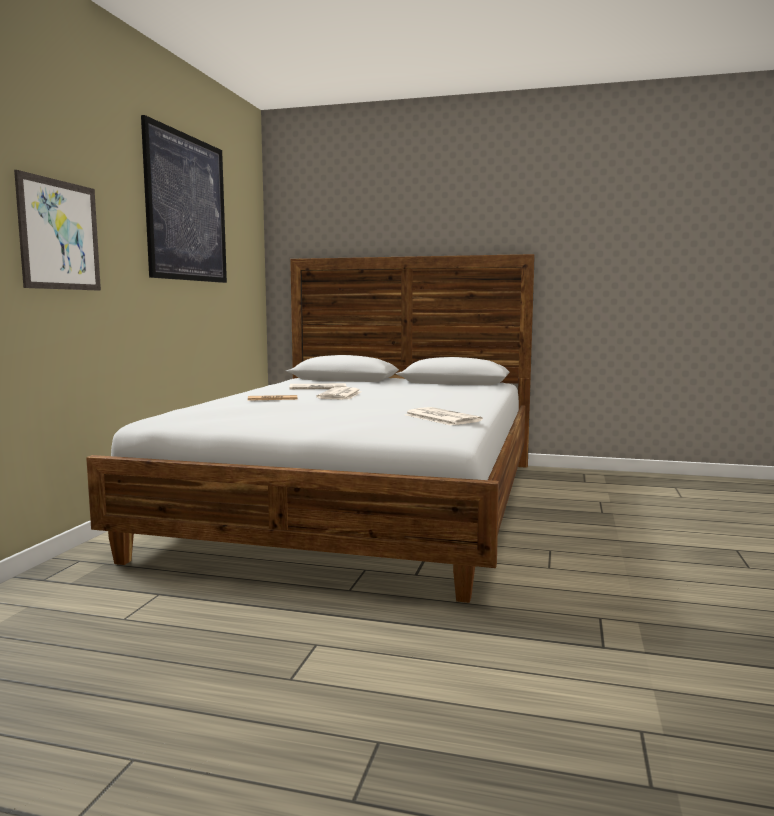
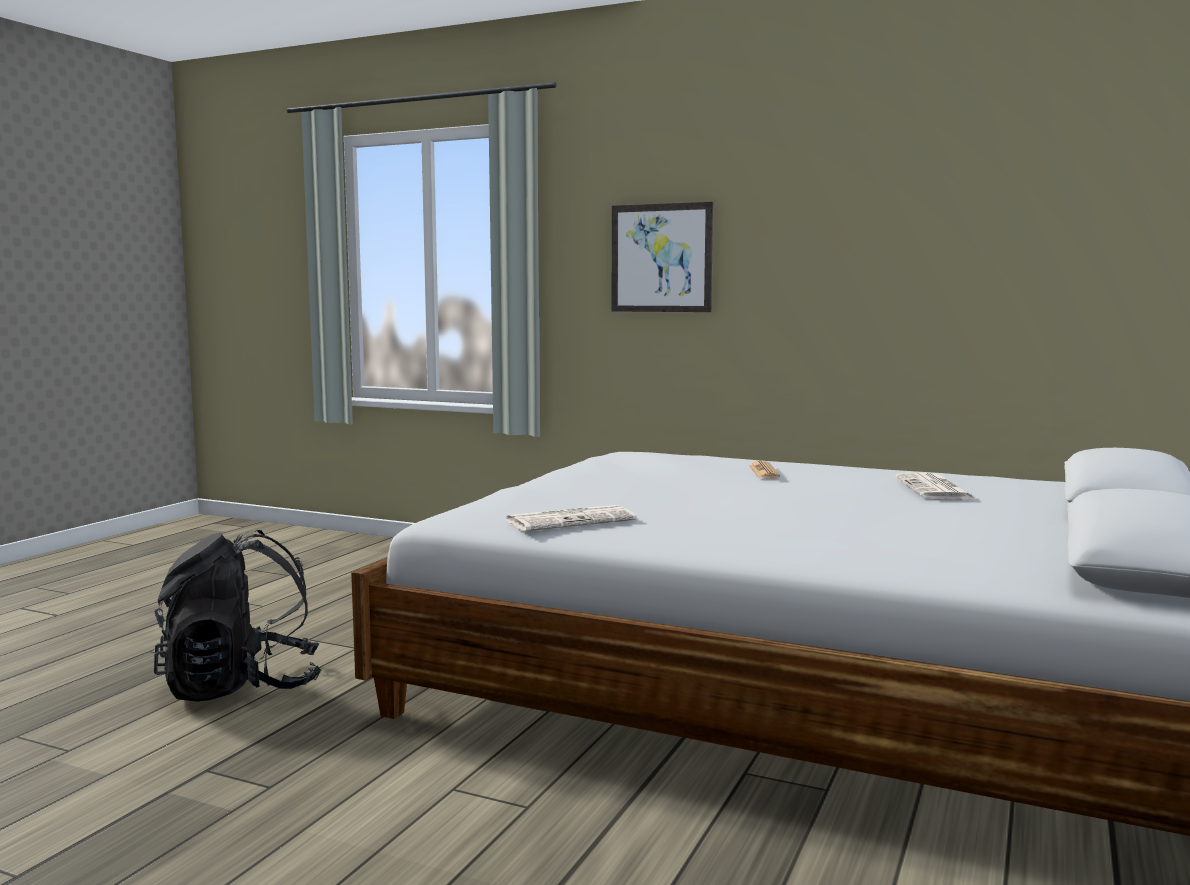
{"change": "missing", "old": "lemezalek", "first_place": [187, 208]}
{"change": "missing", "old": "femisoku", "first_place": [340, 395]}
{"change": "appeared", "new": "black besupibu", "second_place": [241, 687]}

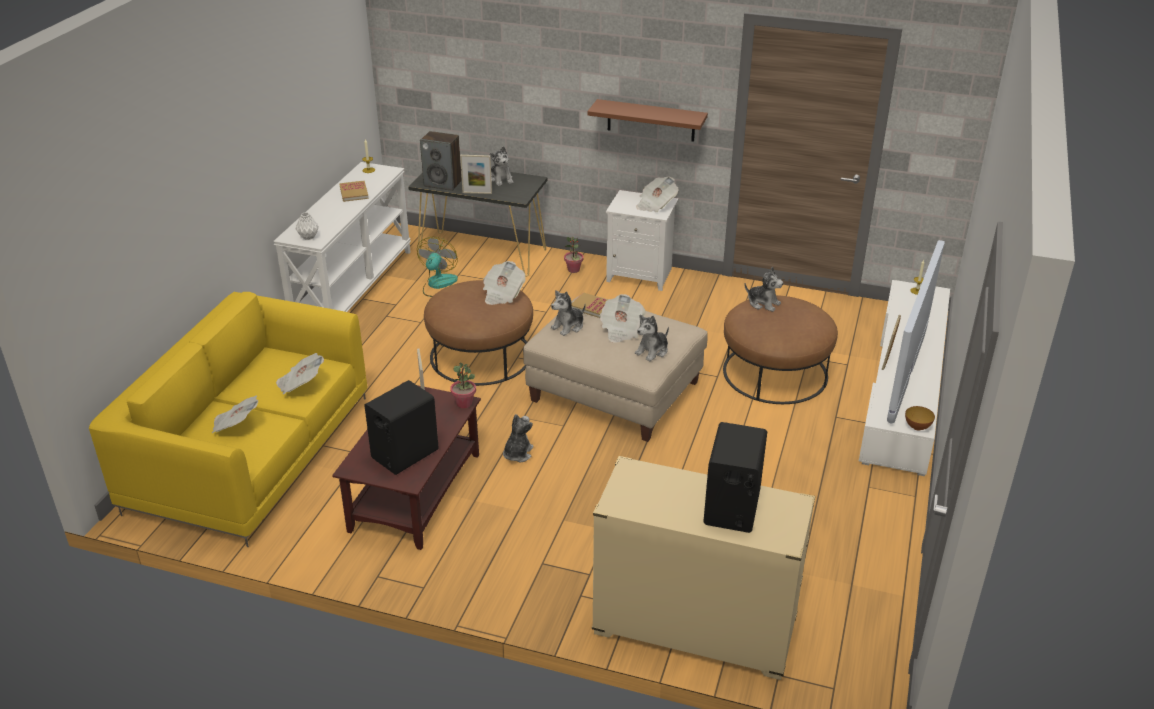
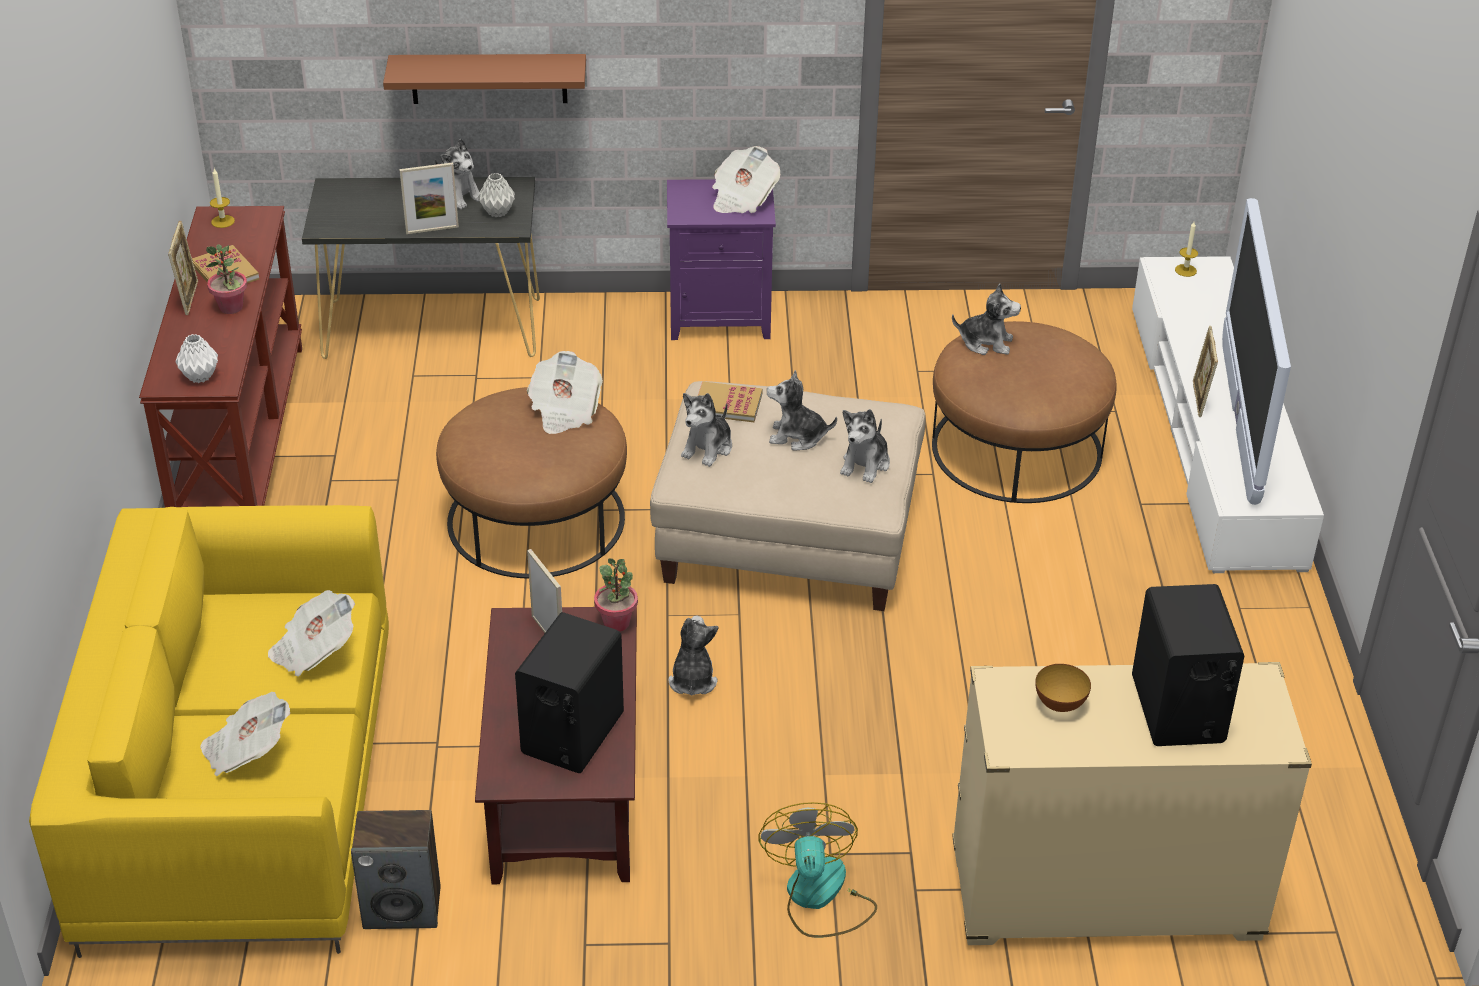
{"change": "appeared", "new": "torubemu", "second_place": [189, 298]}
{"change": "appeared", "new": "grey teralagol", "second_place": [497, 212]}
{"change": "relocated", "old": "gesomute", "first_place": [439, 285], "second_place": [818, 897]}
{"change": "relocated", "old": "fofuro", "first_place": [443, 183], "second_place": [403, 907]}
{"change": "relocated", "old": "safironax", "first_place": [573, 270], "second_place": [231, 307]}
{"change": "relocated", "old": "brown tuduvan", "first_place": [651, 120], "second_place": [489, 78]}
{"change": "relocated", "old": "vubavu", "first_place": [917, 427], "second_place": [1060, 705]}
{"change": "exchanged", "old": "femisoku", "new": "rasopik", "first_place": [621, 330], "second_place": [797, 437]}
{"change": "colour", "old": "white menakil", "new": "brown menakil", "first_place": [352, 288], "second_place": [238, 440]}
{"change": "colour", "old": "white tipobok", "new": "purple tipobok", "first_place": [641, 275], "second_place": [721, 316]}

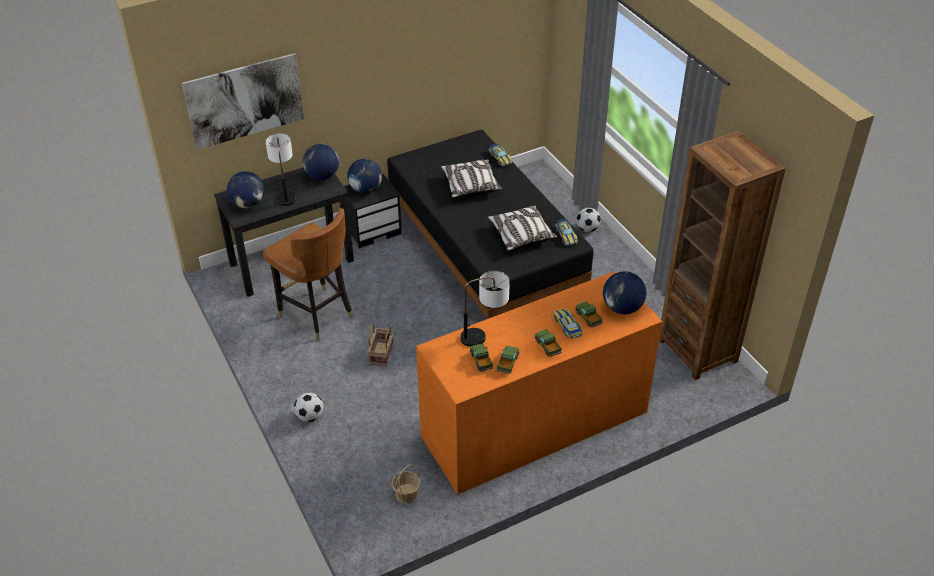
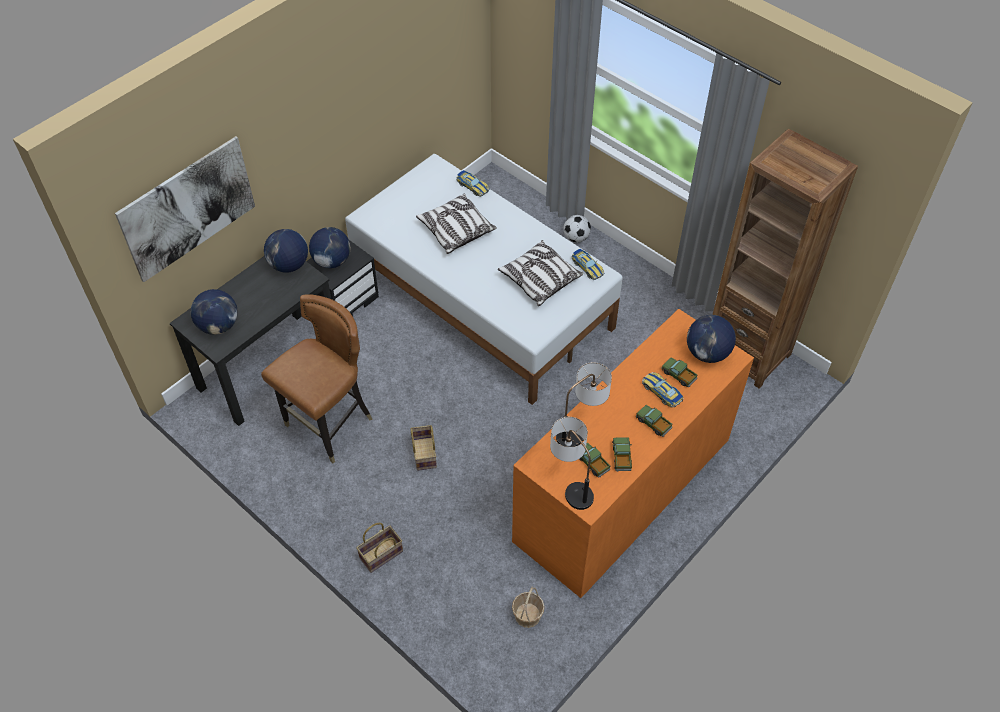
{"change": "relocated", "old": "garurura", "first_place": [285, 193], "second_place": [571, 485]}
{"change": "exchanged", "old": "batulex", "new": "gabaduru", "first_place": [310, 417], "second_place": [380, 556]}
{"change": "colour", "old": "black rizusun", "new": "white rizusun", "first_place": [485, 254], "second_place": [481, 298]}
{"change": "spun", "old": "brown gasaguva", "first_place": [317, 315], "second_place": [330, 426], "degrees": -75}

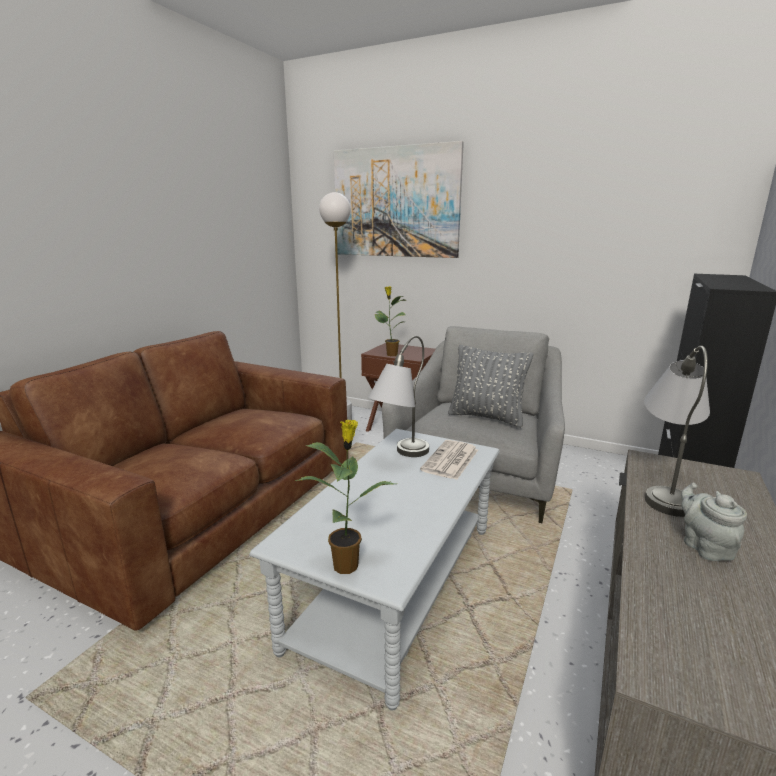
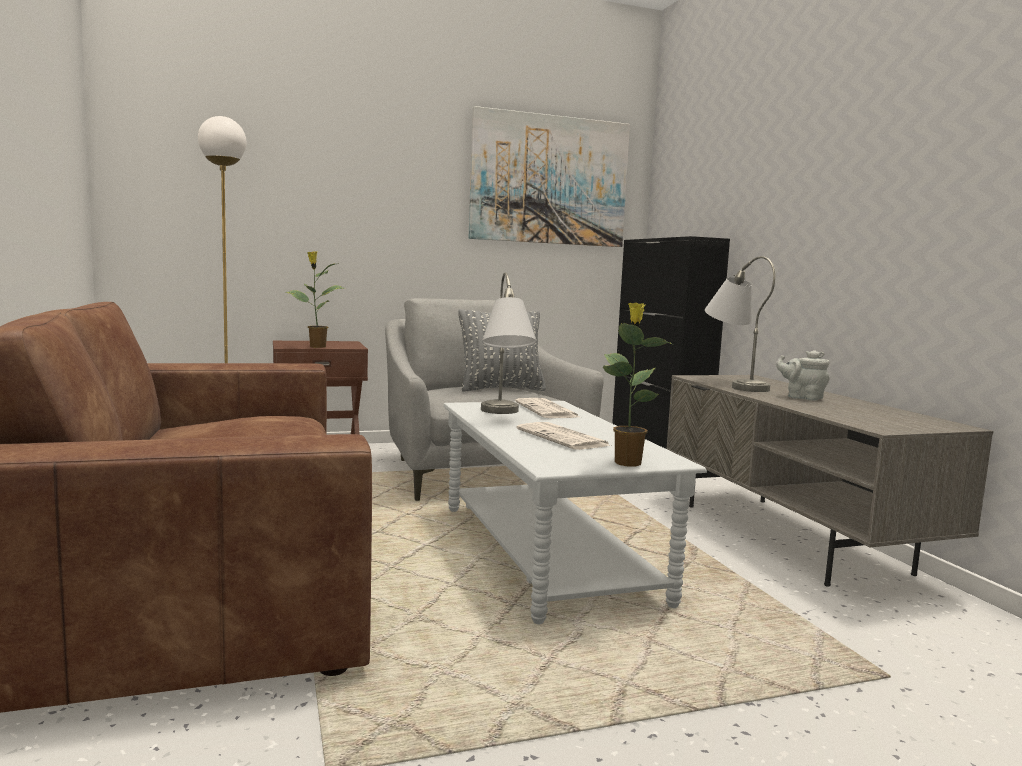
{"change": "appeared", "new": "femisoku", "second_place": [564, 438]}
{"change": "relocated", "old": "lemezalek", "first_place": [395, 203], "second_place": [549, 180]}

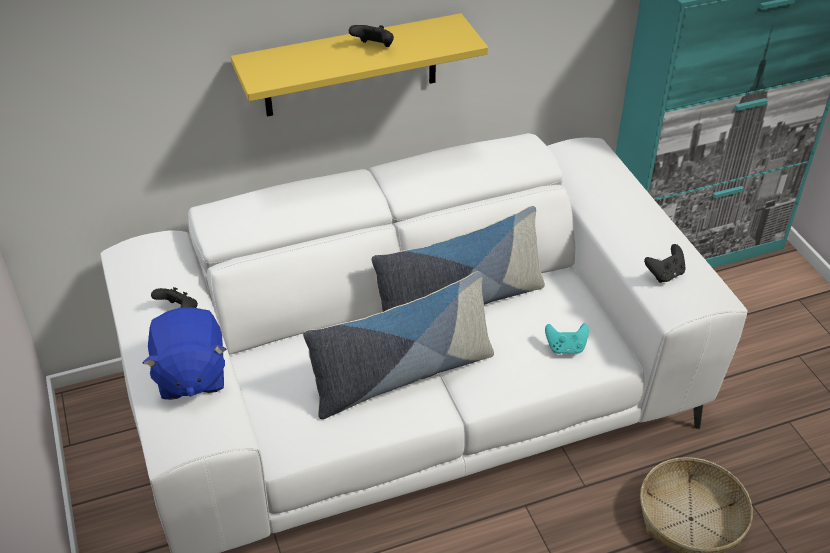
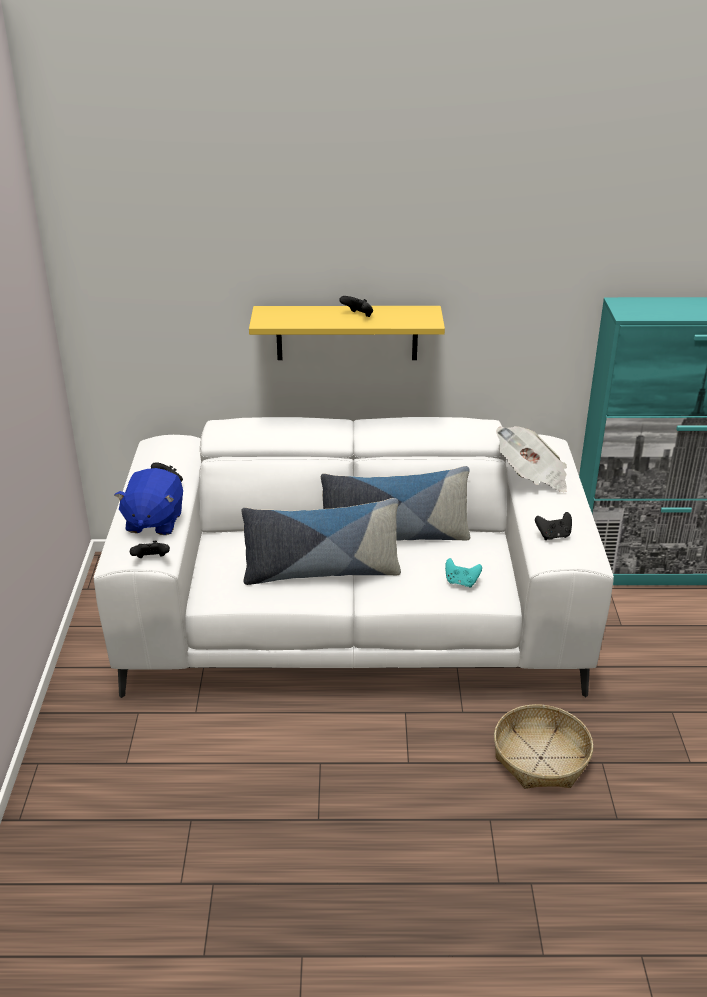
{"change": "appeared", "new": "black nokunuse", "second_place": [151, 560]}
{"change": "appeared", "new": "femisoku", "second_place": [532, 477]}

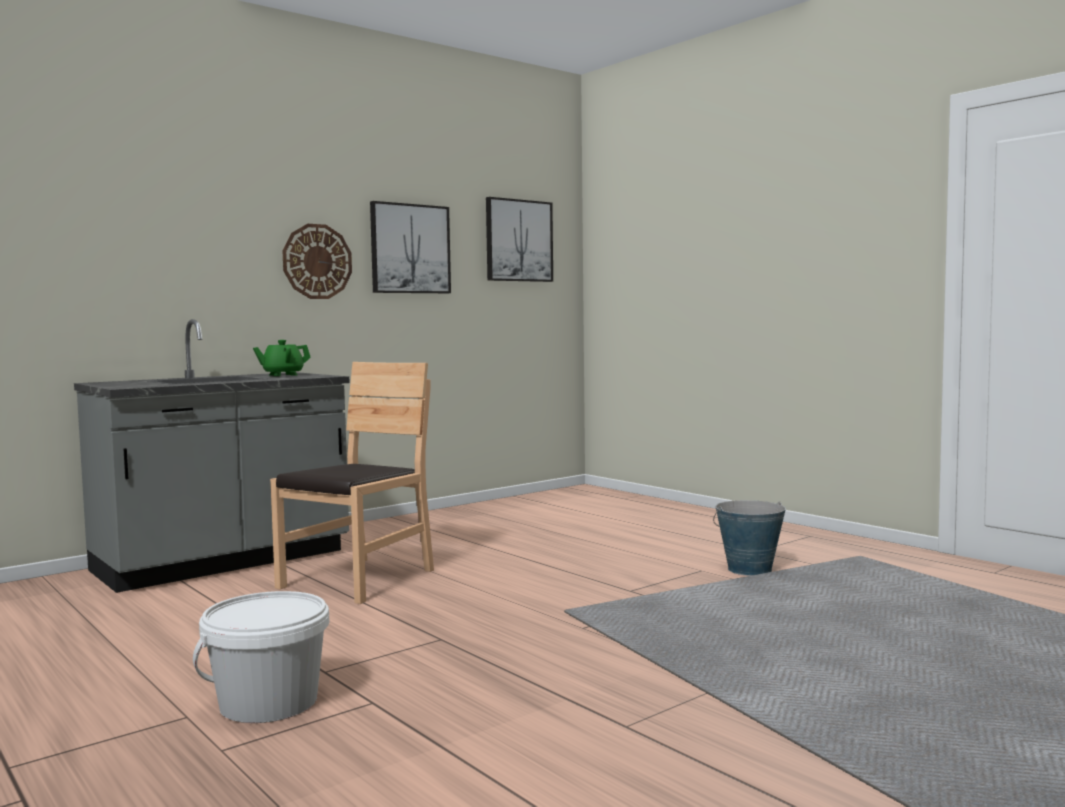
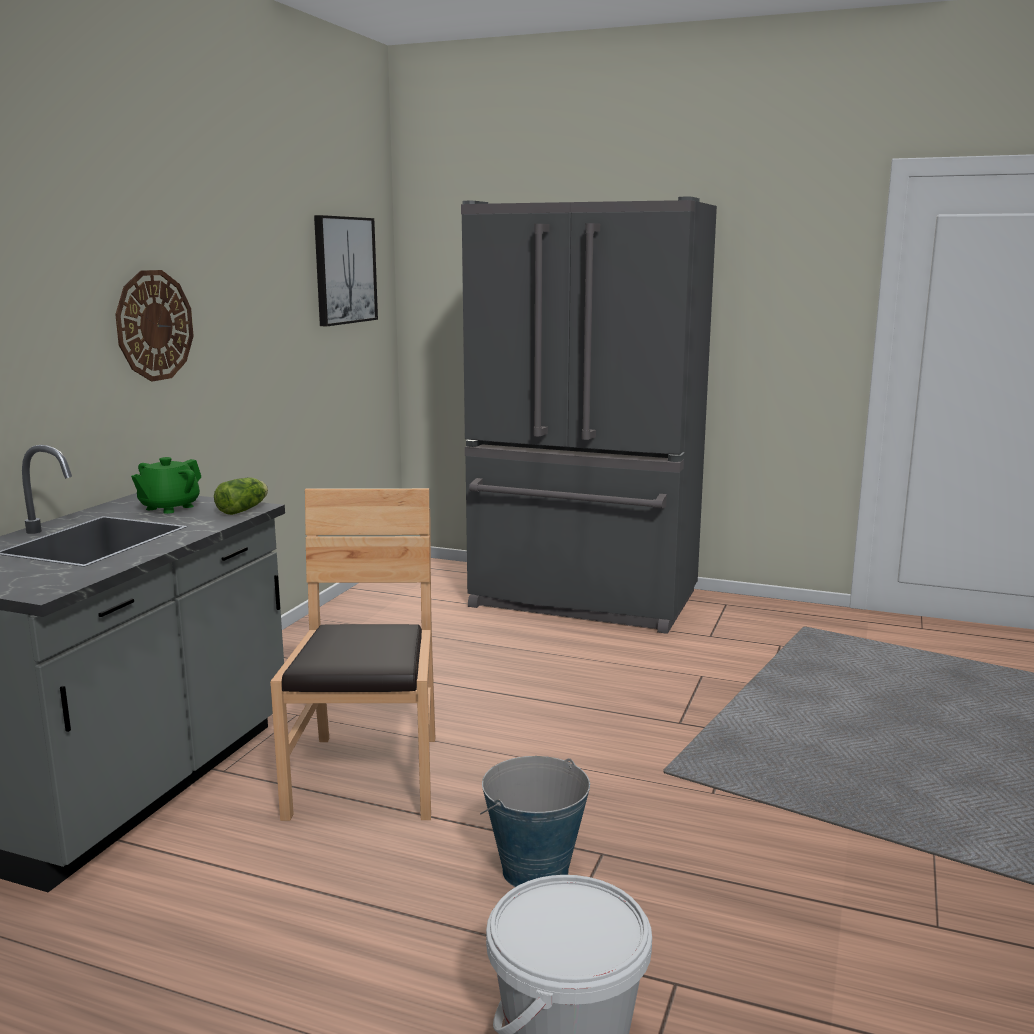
{"change": "missing", "old": "lemezalek", "first_place": [410, 249]}
{"change": "appeared", "new": "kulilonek", "second_place": [245, 509]}
{"change": "appeared", "new": "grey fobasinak", "second_place": [583, 601]}
{"change": "relocated", "old": "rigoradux", "first_place": [749, 569], "second_place": [534, 871]}

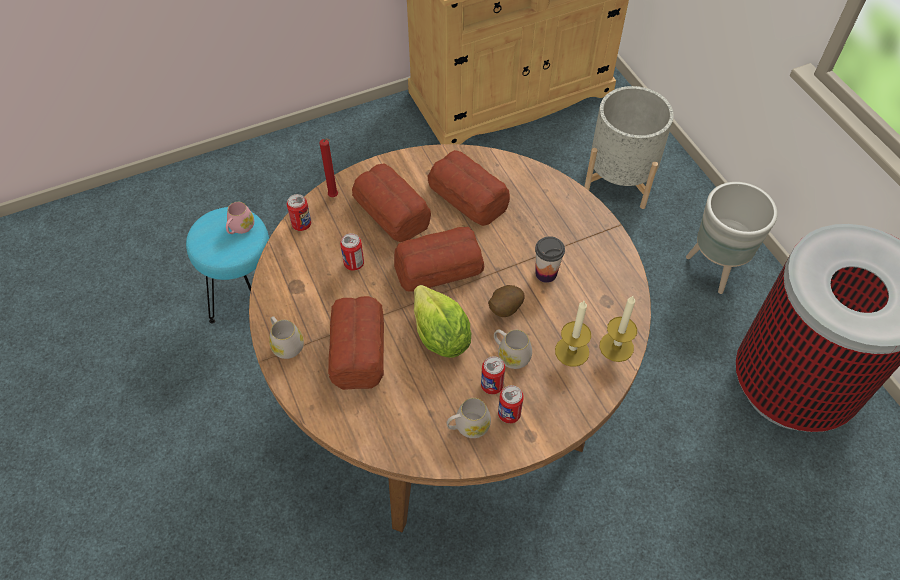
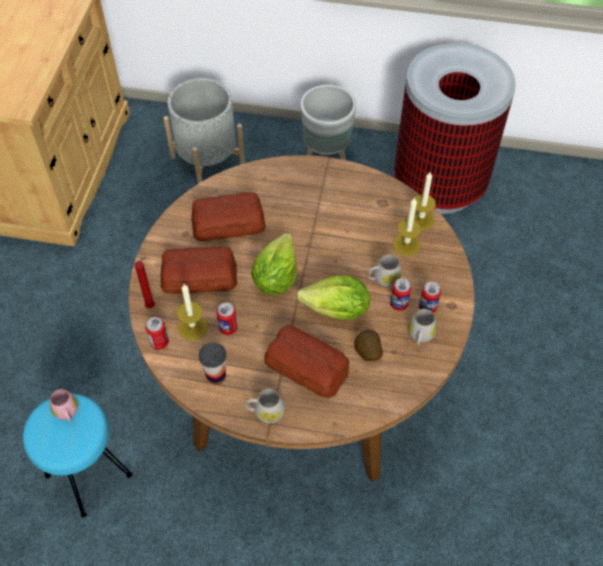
{"change": "appeared", "new": "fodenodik", "second_place": [193, 327]}
{"change": "relocated", "old": "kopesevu", "first_place": [504, 309], "second_place": [367, 353]}
{"change": "relocated", "old": "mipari", "first_place": [546, 273], "second_place": [215, 373]}
{"change": "exchanged", "old": "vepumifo", "new": "kulilonek", "first_place": [438, 266], "second_place": [276, 278]}

